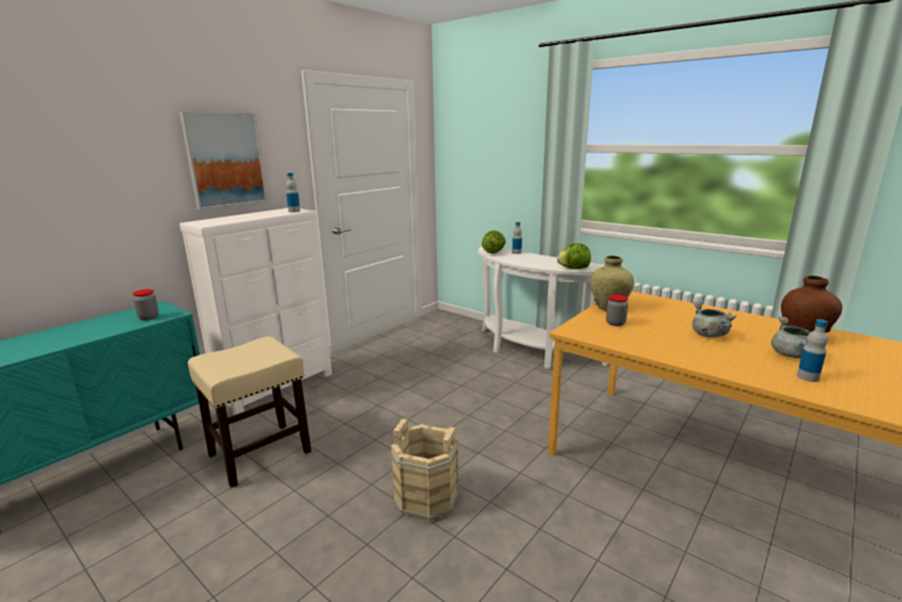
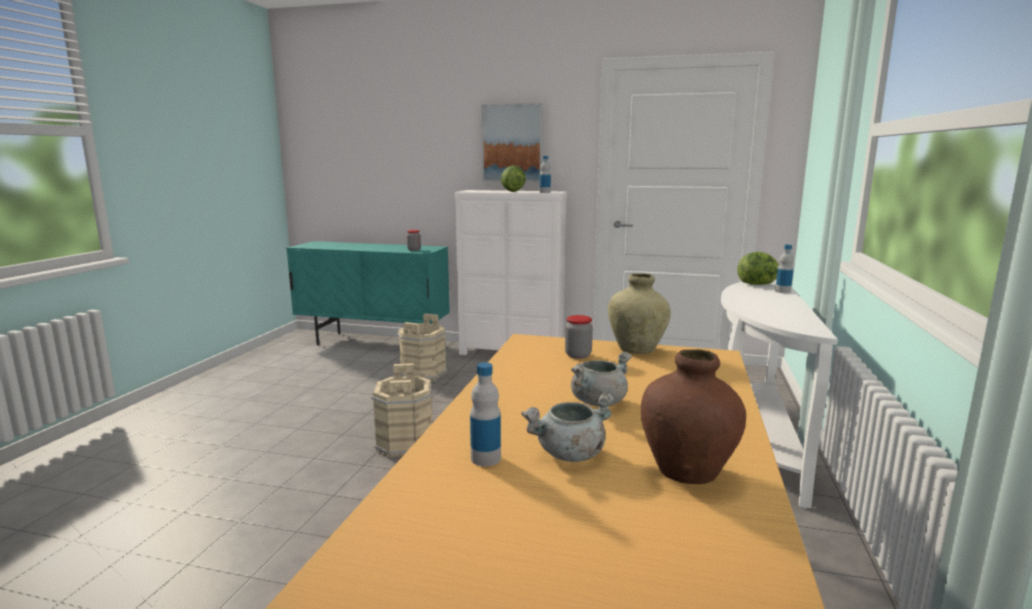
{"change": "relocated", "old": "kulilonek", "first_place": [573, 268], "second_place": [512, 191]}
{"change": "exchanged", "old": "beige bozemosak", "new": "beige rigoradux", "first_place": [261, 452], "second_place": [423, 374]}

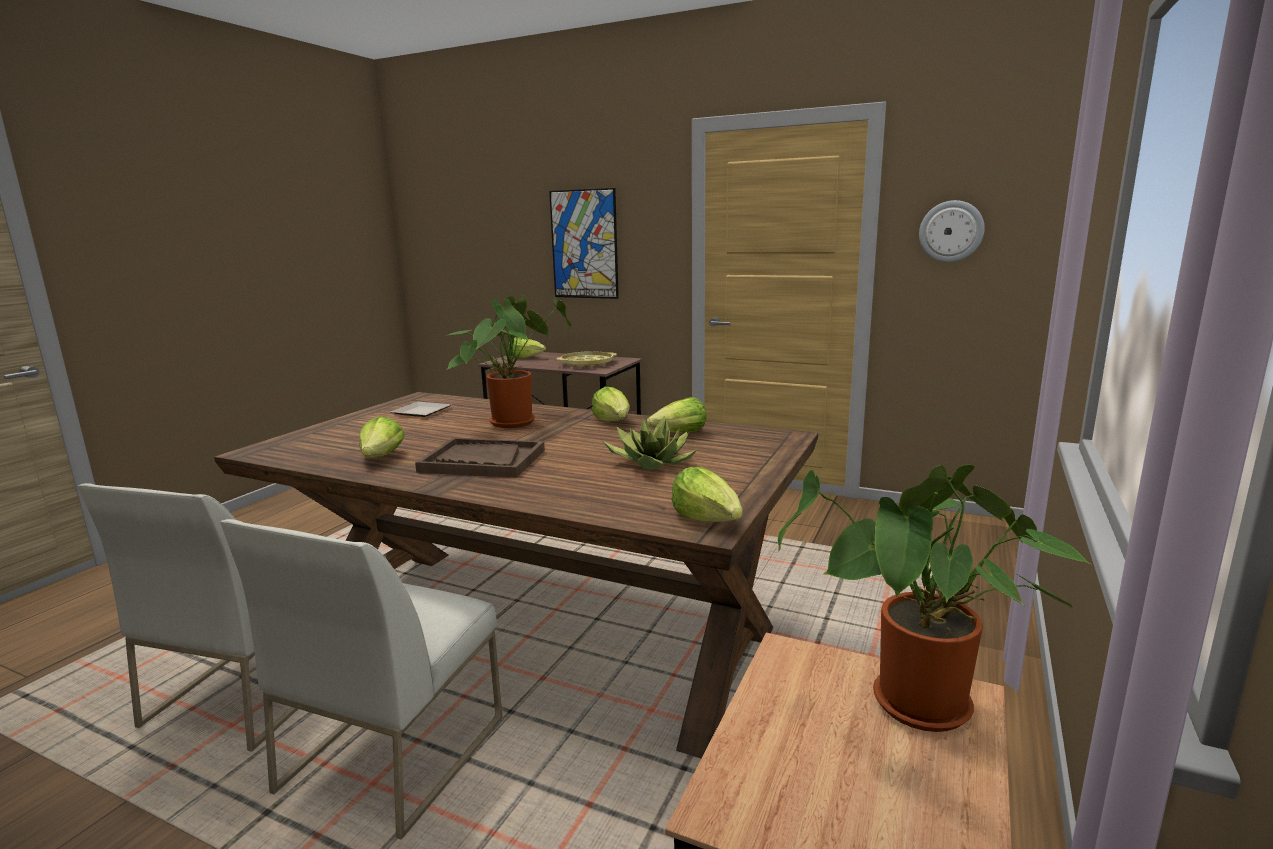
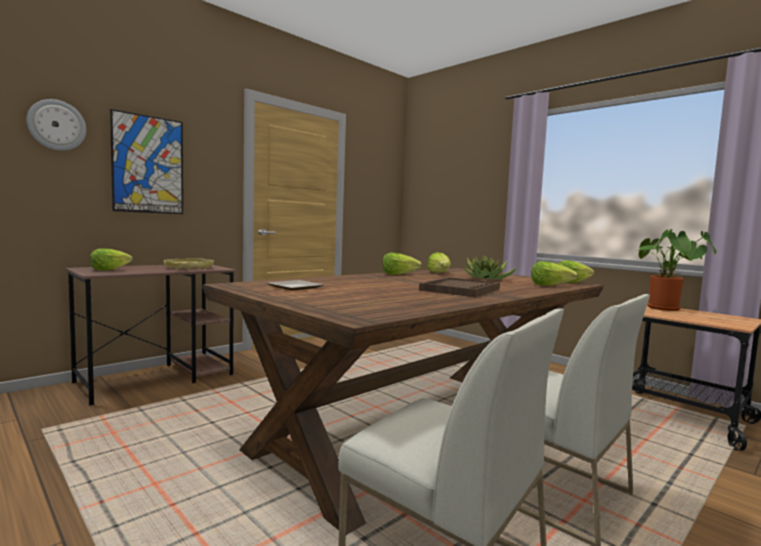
{"change": "missing", "old": "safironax", "first_place": [513, 421]}
{"change": "relocated", "old": "kulilonek", "first_place": [382, 457], "second_place": [550, 285]}
{"change": "relocated", "old": "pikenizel", "first_place": [951, 231], "second_place": [57, 125]}

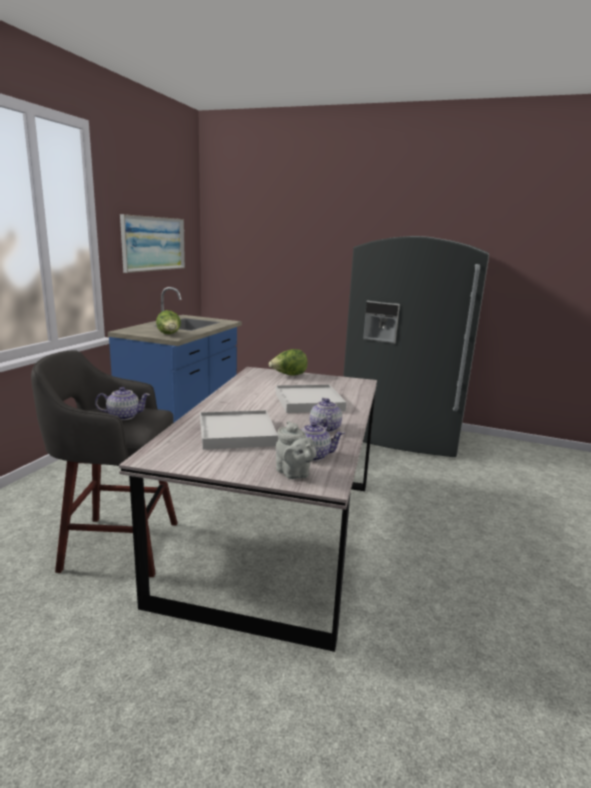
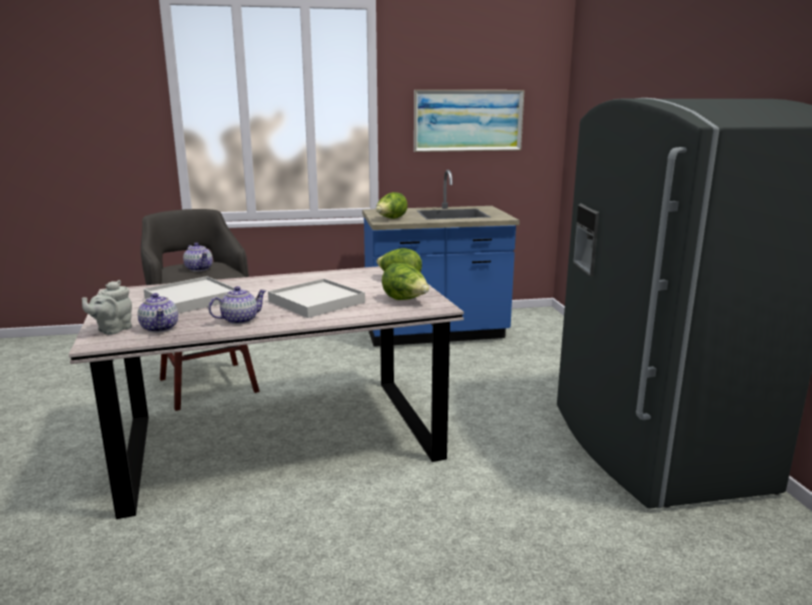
{"change": "appeared", "new": "kulilonek", "second_place": [405, 300]}

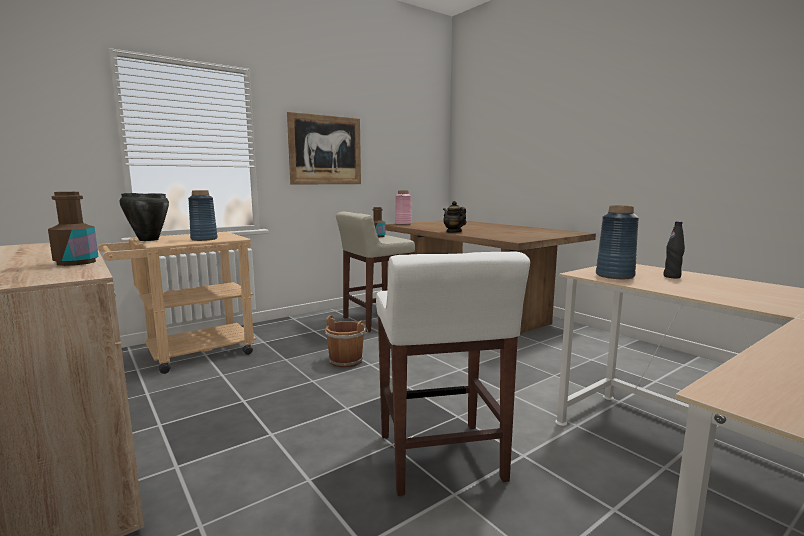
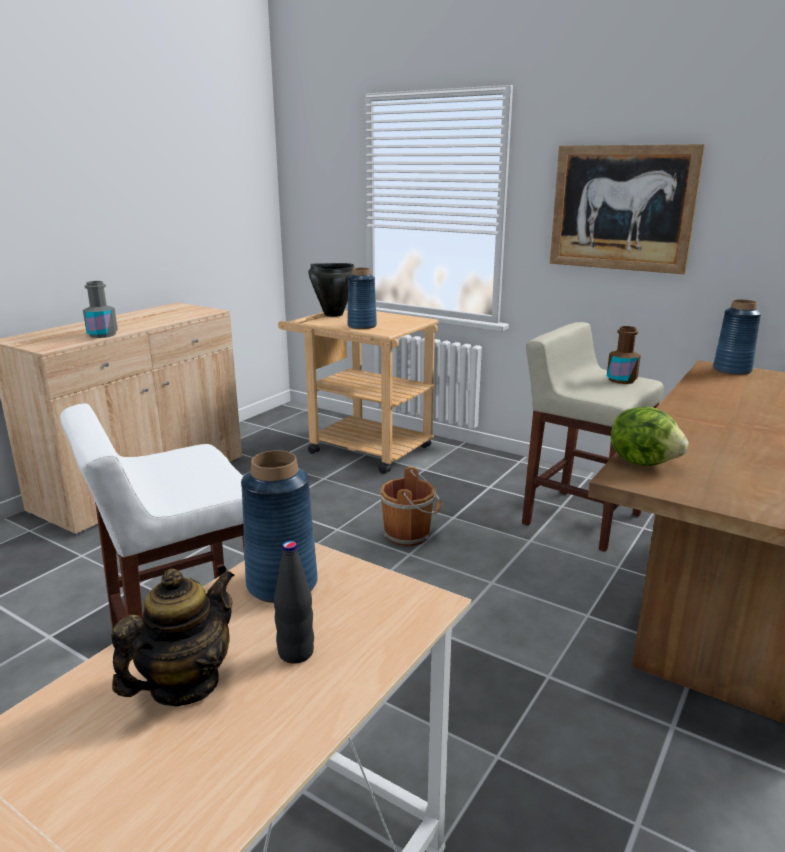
{"change": "appeared", "new": "kulilonek", "second_place": [643, 462]}
{"change": "relocated", "old": "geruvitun", "first_place": [453, 232], "second_place": [184, 684]}
{"change": "colour", "old": "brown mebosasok", "new": "grey mebosasok", "first_place": [76, 262], "second_place": [102, 335]}
{"change": "colour", "old": "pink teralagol", "new": "blue teralagol", "first_place": [403, 224], "second_place": [732, 370]}

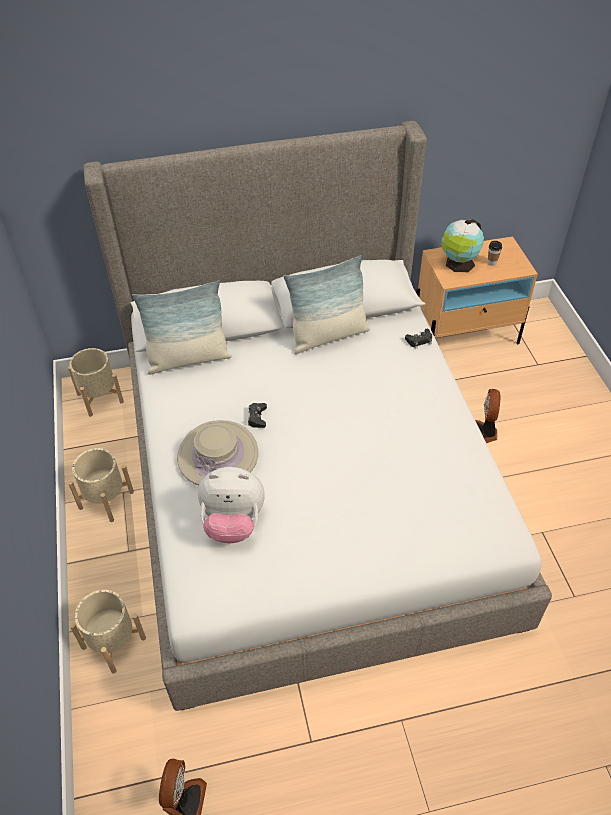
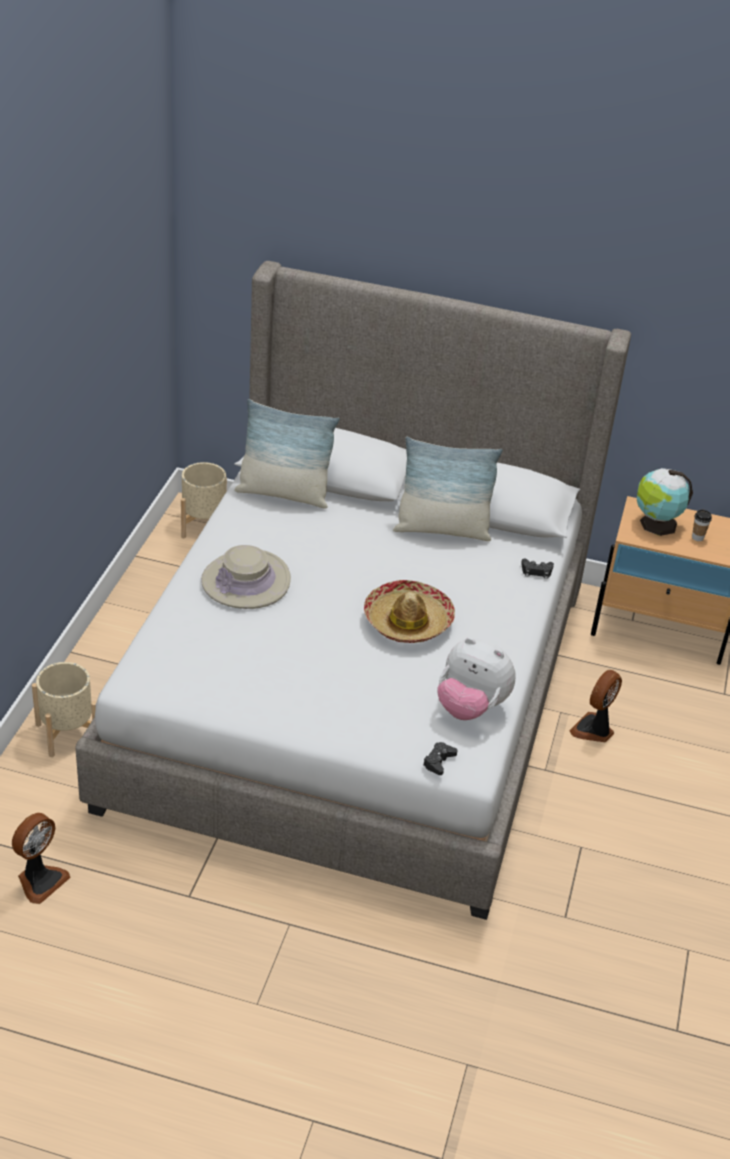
{"change": "missing", "old": "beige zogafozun", "first_place": [106, 500]}
{"change": "appeared", "new": "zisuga", "second_place": [408, 621]}
{"change": "relocated", "old": "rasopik", "first_place": [233, 523], "second_place": [470, 707]}
{"change": "relocated", "old": "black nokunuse", "first_place": [257, 417], "second_place": [439, 761]}

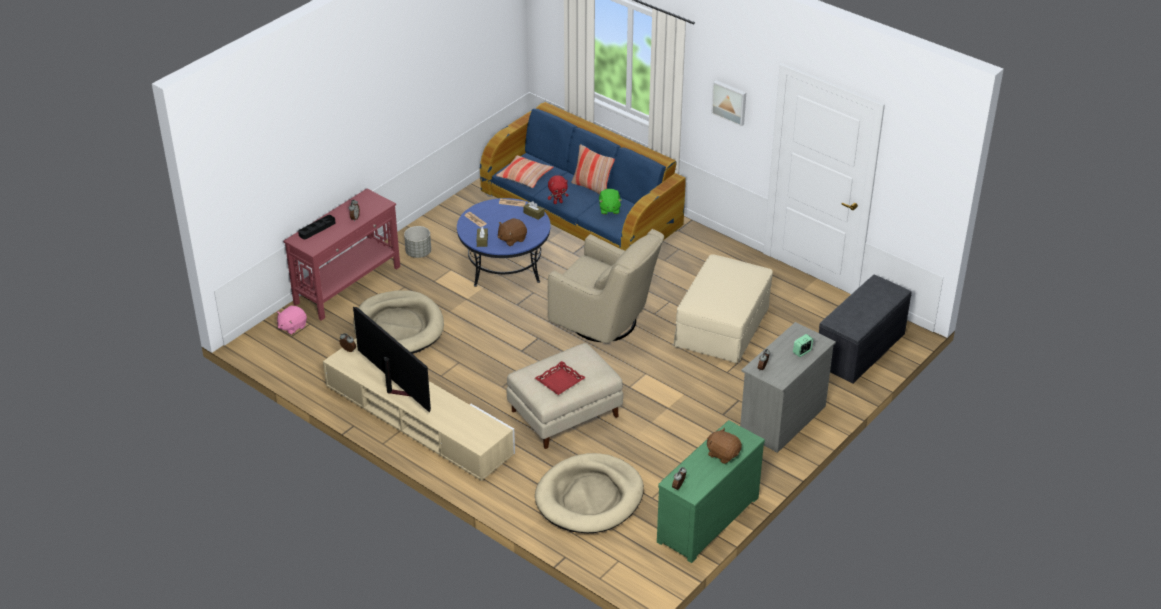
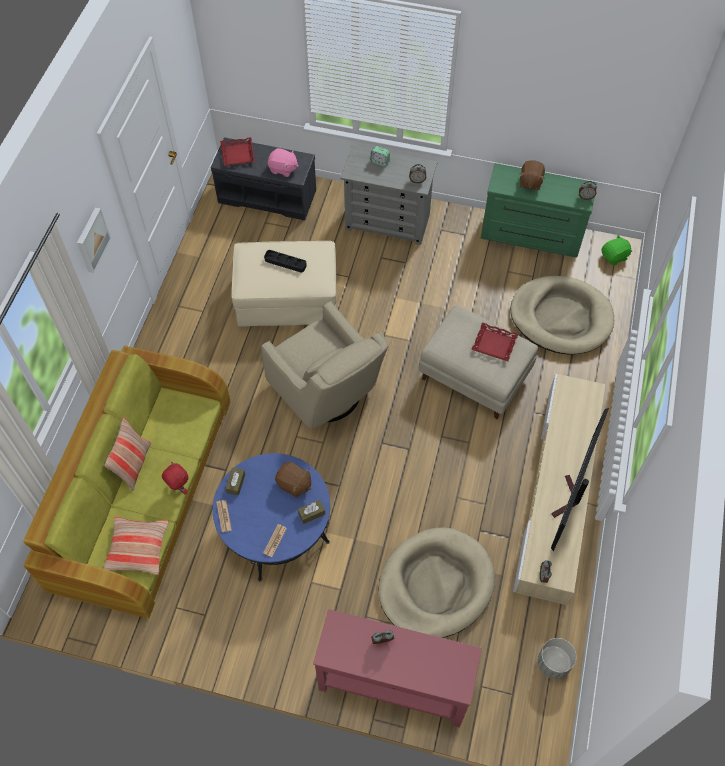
{"change": "appeared", "new": "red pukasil", "second_place": [238, 154]}
{"change": "relocated", "old": "pink rasopik", "first_place": [292, 327], "second_place": [283, 169]}
{"change": "relocated", "old": "black pukasil", "first_place": [317, 229], "second_place": [285, 262]}
{"change": "relocated", "old": "grey zogafozun", "first_place": [418, 253], "second_place": [553, 664]}
{"change": "relocated", "old": "green rasopik", "first_place": [609, 209], "second_place": [614, 257]}
{"change": "colour", "old": "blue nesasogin", "new": "green nesasogin", "first_place": [582, 211], "second_place": [143, 493]}
{"change": "spun", "old": "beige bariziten", "first_place": [606, 322], "second_place": [327, 394], "degrees": 135}

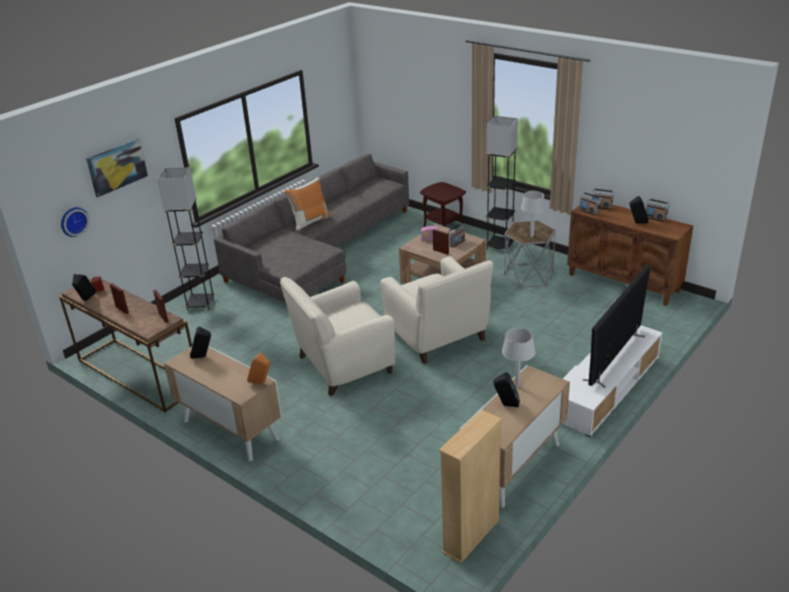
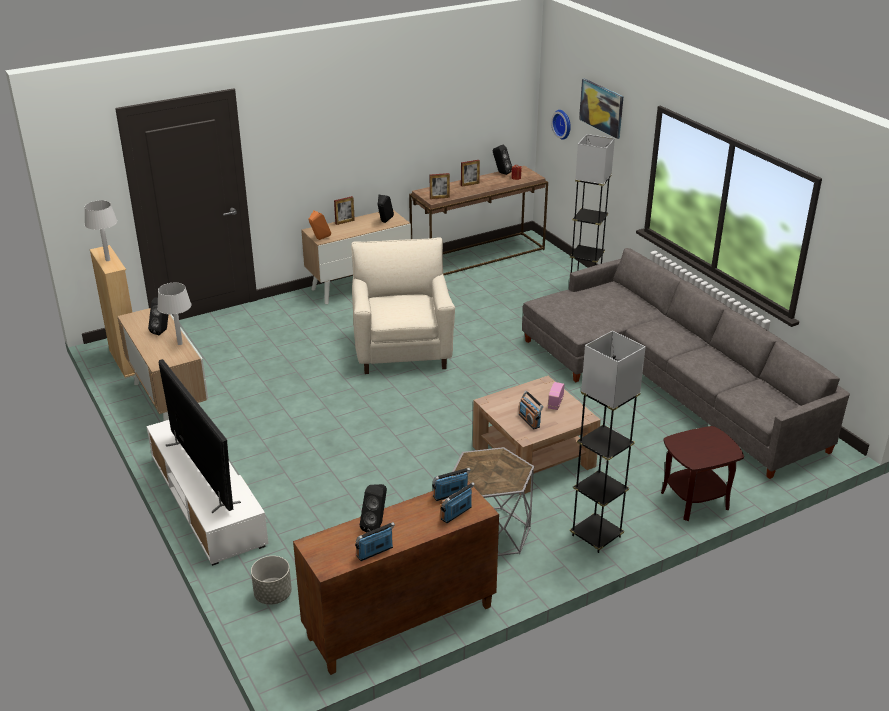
{"change": "missing", "old": "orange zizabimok", "first_place": [310, 221]}
{"change": "missing", "old": "beige bariziten", "first_place": [437, 337]}
{"change": "appeared", "new": "grey zogafozun", "second_place": [272, 595]}
{"change": "relocated", "old": "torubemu", "first_place": [441, 251], "second_place": [345, 222]}
{"change": "relocated", "old": "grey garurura", "first_place": [531, 236], "second_place": [108, 260]}

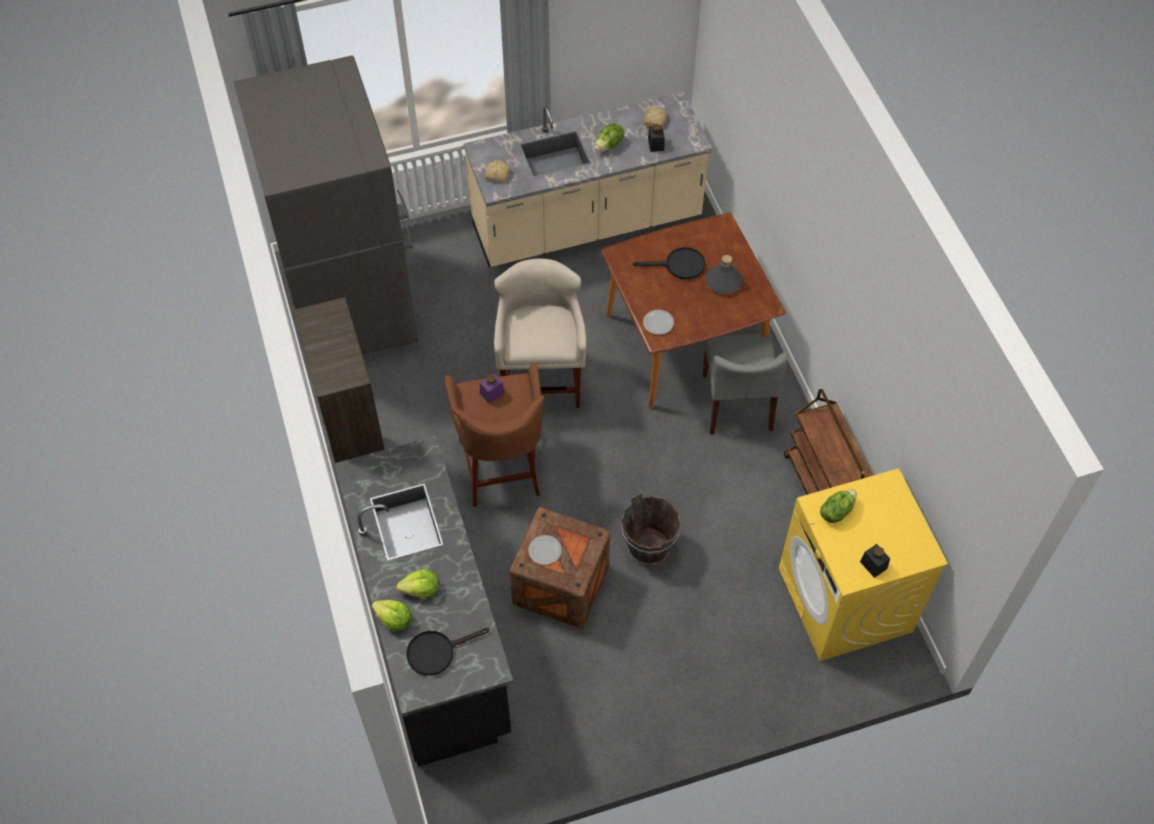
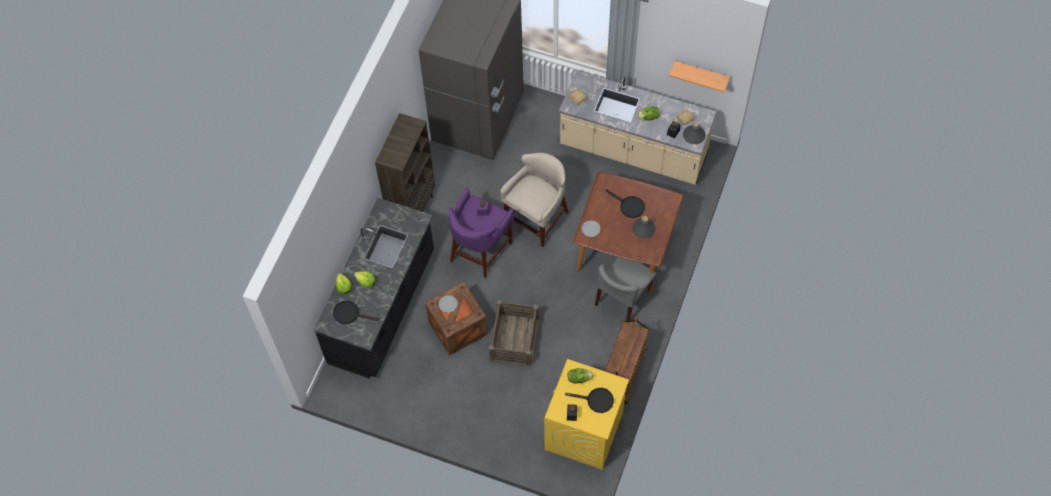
{"change": "appeared", "new": "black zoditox", "second_place": [596, 400]}
{"change": "appeared", "new": "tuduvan", "second_place": [701, 75]}
{"change": "appeared", "new": "grey mebosasok", "second_place": [694, 136]}
{"change": "exchanged", "old": "brown rigoradux", "new": "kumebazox", "first_place": [648, 547], "second_place": [514, 339]}
{"change": "colour", "old": "brown bozemosak", "new": "purple bozemosak", "first_place": [501, 465], "second_place": [480, 251]}

